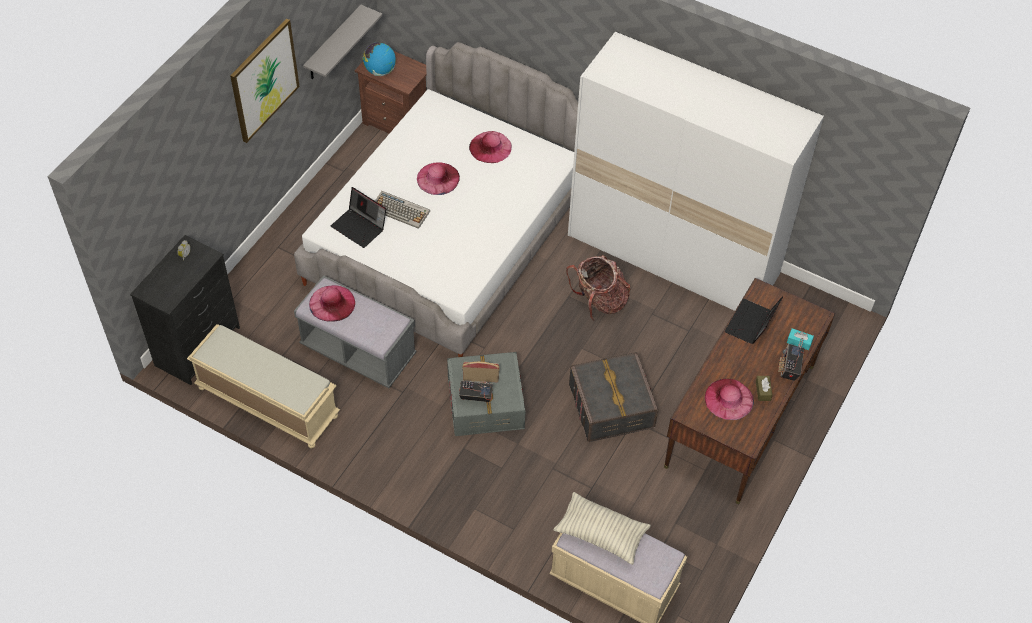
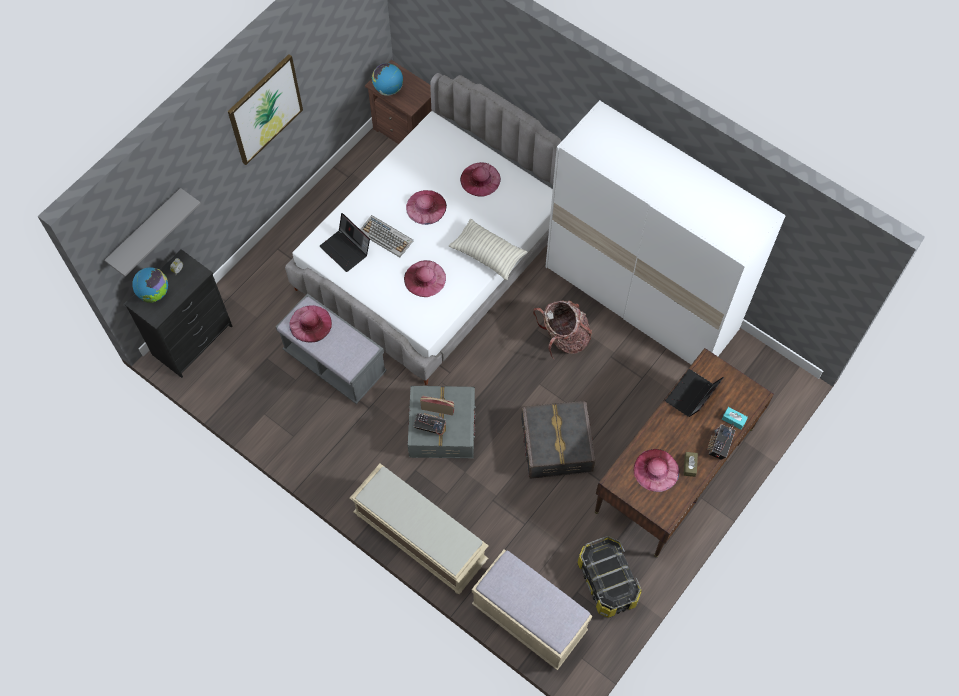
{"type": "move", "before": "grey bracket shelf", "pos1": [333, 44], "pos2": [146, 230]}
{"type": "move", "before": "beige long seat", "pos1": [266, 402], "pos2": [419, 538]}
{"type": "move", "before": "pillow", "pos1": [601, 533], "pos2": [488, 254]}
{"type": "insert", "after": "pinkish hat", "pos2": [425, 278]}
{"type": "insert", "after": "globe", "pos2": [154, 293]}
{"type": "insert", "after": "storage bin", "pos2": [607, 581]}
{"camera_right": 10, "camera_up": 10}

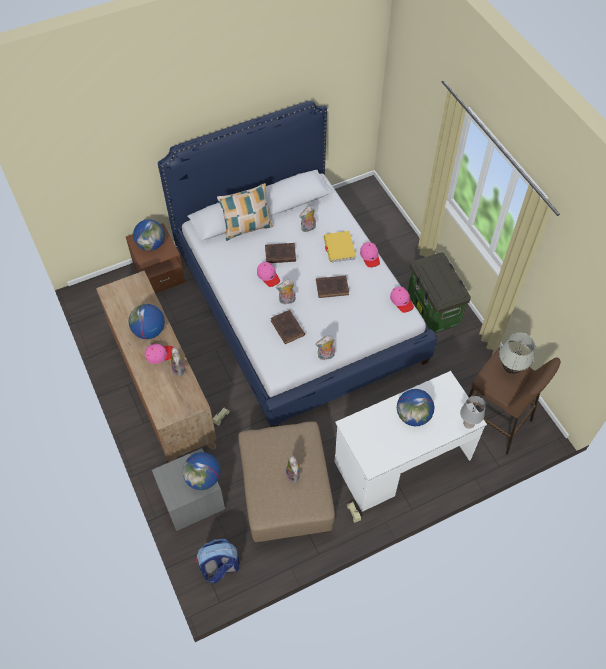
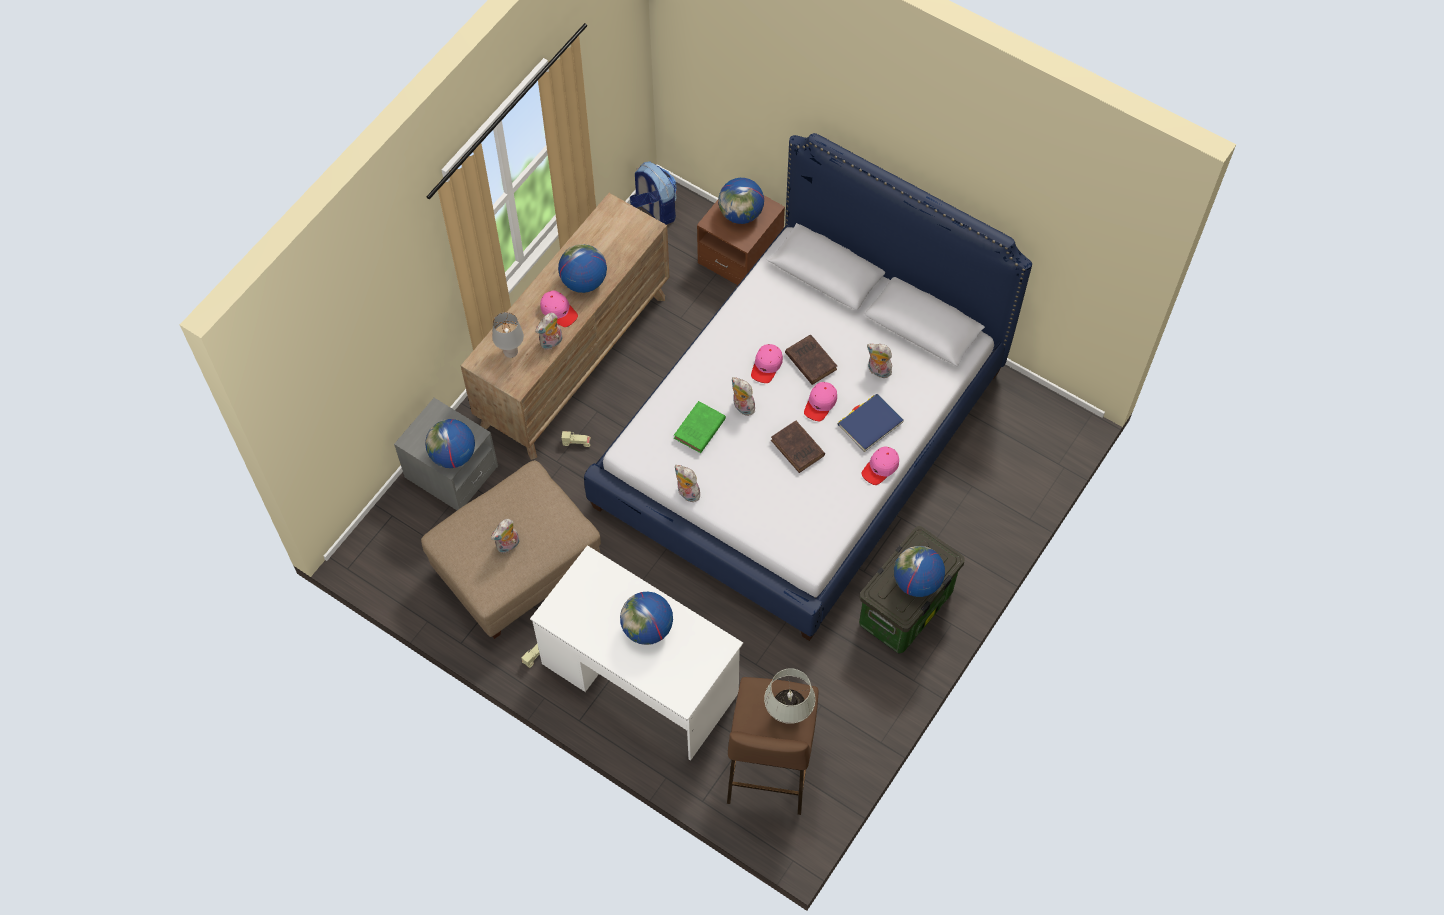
{"type": "delete", "before": "pillow", "pos1": [247, 228]}
{"type": "recolor", "before": "yellowish bound book", "after": "blue bound book", "pos1": [339, 248], "pos2": [870, 424]}
{"type": "move", "before": "pinkish cap", "pos1": [401, 301], "pos2": [820, 403]}
{"type": "recolor", "before": "brown-coloured bound book", "after": "green bound book", "pos1": [288, 329], "pos2": [699, 430]}
{"type": "move", "before": "grey tabletop lamp", "pos1": [468, 424], "pos2": [510, 352]}
{"type": "move", "before": "rucksack", "pos1": [219, 568], "pos2": [655, 209]}
{"type": "insert", "after": "globe", "pos2": [916, 582]}
{"camera_right": 60, "camera_up": 5}

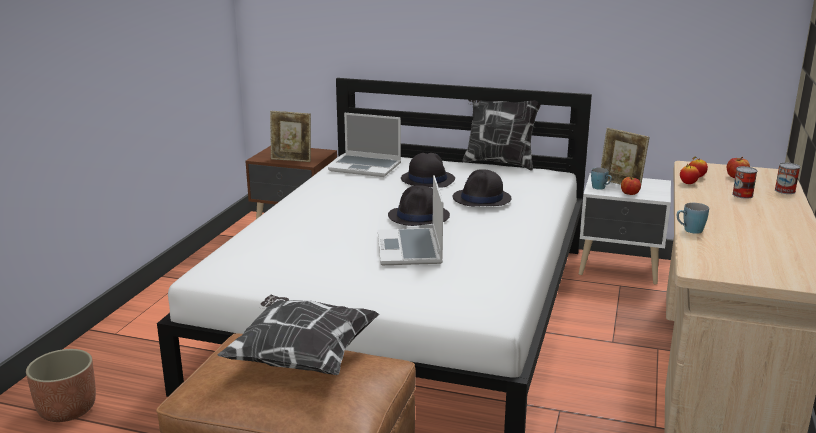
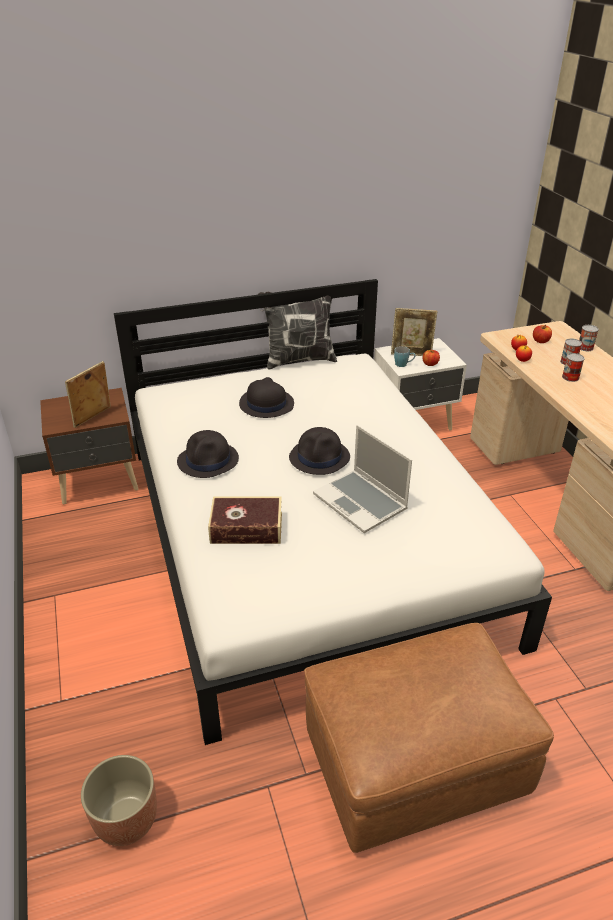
{"type": "rotate", "before": "standing frame", "pos1": [291, 160], "pos2": [93, 418], "turn": 150}
{"type": "delete", "before": "portable computer", "pos1": [366, 167]}
{"type": "move", "before": "blackish hat", "pos1": [482, 199], "pos2": [208, 460]}
{"type": "delete", "before": "blue coffee mug", "pos1": [689, 230]}
{"type": "delete", "before": "pillow", "pos1": [301, 358]}
{"type": "insert", "after": "sealed can", "pos2": [570, 377]}
{"type": "insert", "after": "bound book", "pos2": [246, 528]}
{"camera_right": -35, "camera_up": 15}

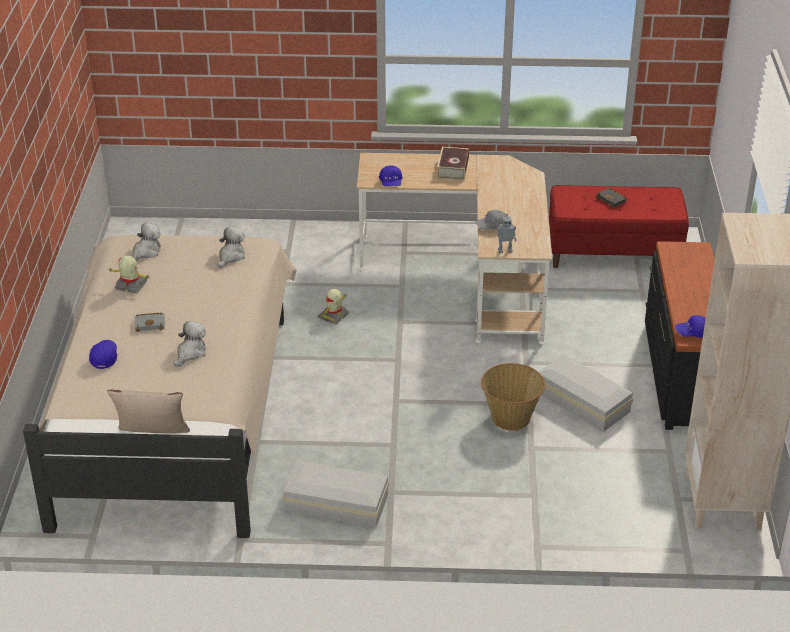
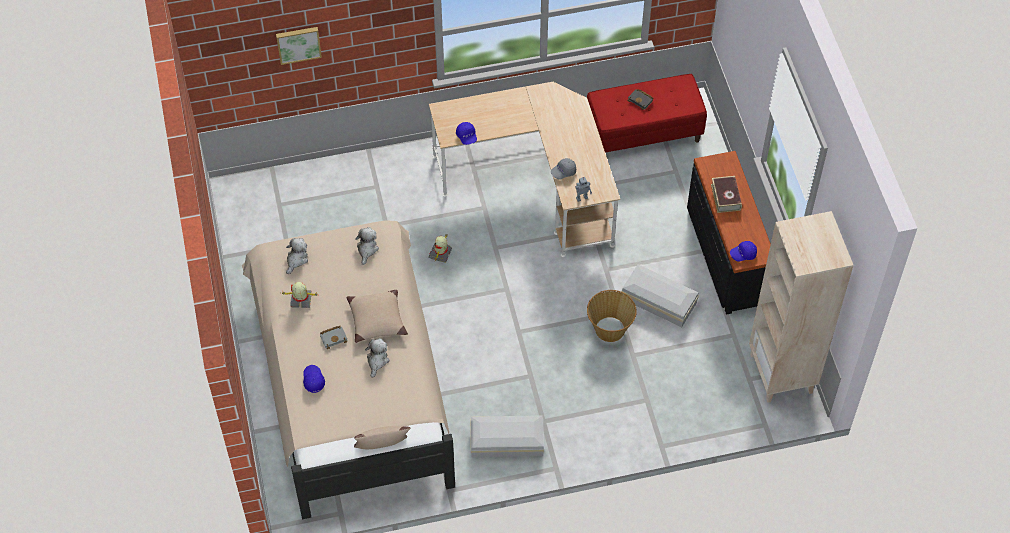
{"type": "move", "before": "bound book", "pos1": [453, 168], "pos2": [725, 197]}
{"type": "insert", "after": "wall picture", "pos2": [298, 44]}
{"type": "insert", "after": "beige pillow", "pos2": [377, 320]}
{"camera_right": -15, "camera_up": 20}

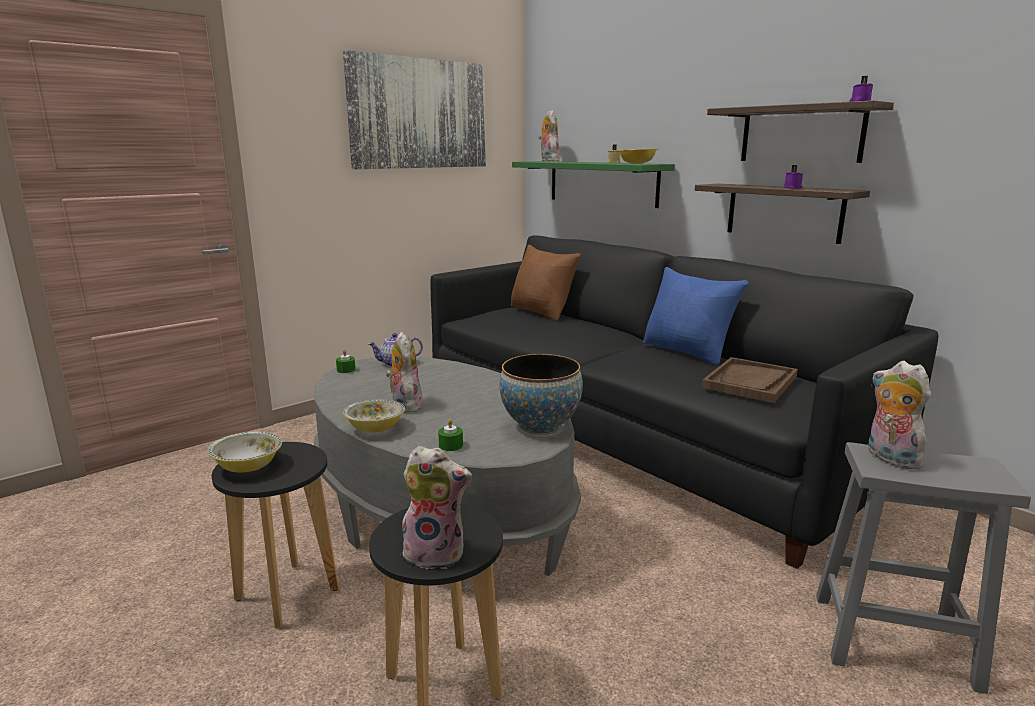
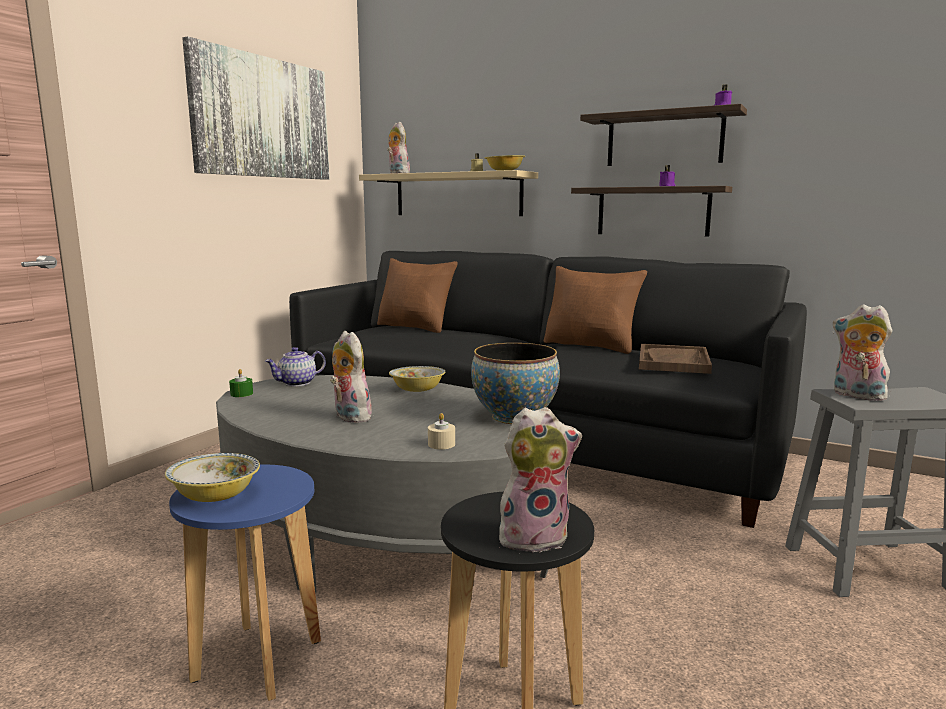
{"type": "recolor", "before": "green bracket shelf", "after": "beige bracket shelf", "pos1": [602, 183], "pos2": [457, 195]}
{"type": "recolor", "before": "blue pillow", "after": "brown-coloured pillow", "pos1": [687, 352], "pos2": [591, 346]}
{"type": "move", "before": "bowl", "pos1": [375, 428], "pos2": [417, 390]}
{"type": "recolor", "before": "green wax light", "after": "beige wax light", "pos1": [450, 445], "pos2": [441, 444]}
{"type": "recolor", "before": "blackish sitting stool", "after": "blue sitting stool", "pos1": [288, 594], "pos2": [258, 660]}
{"camera_right": -20, "camera_up": -5}

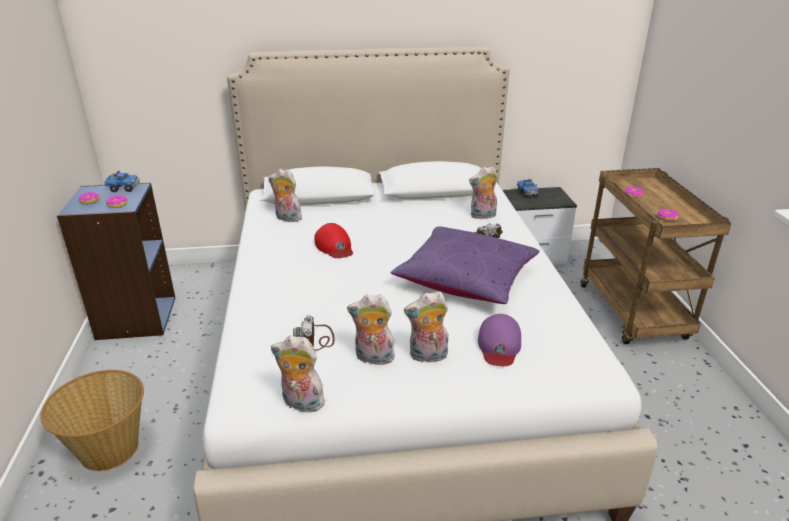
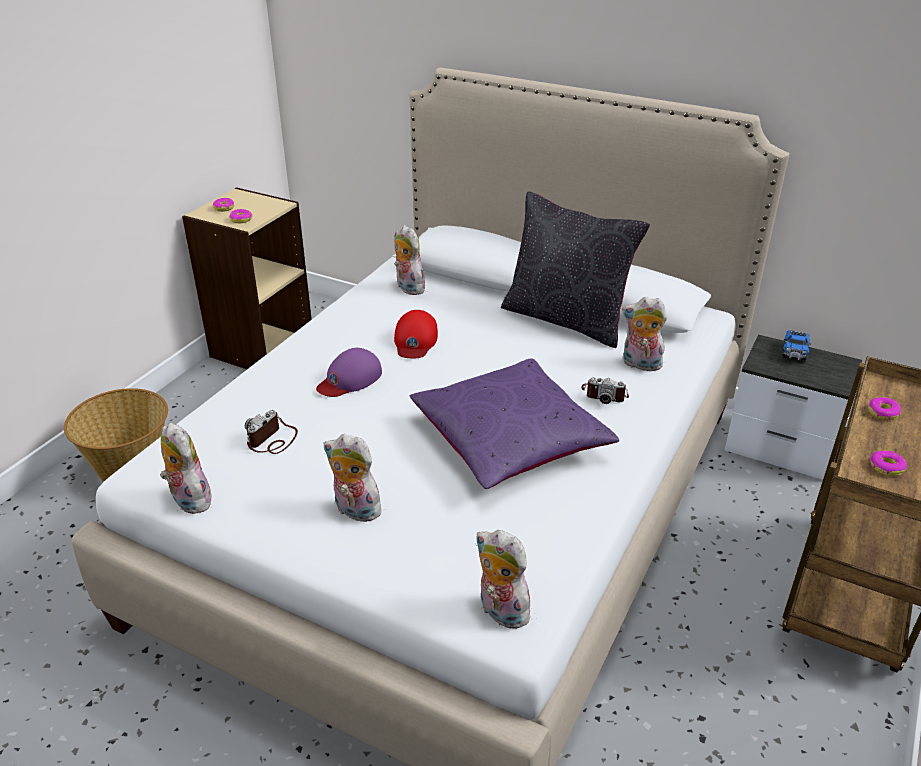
{"type": "delete", "before": "toy truck", "pos1": [123, 188]}
{"type": "recolor", "before": "blue bookcase", "after": "beige bookcase", "pos1": [136, 318], "pos2": [261, 348]}
{"type": "move", "before": "soft toy", "pos1": [373, 358], "pos2": [500, 611]}
{"type": "move", "before": "purple-coloured cap", "pos1": [499, 345], "pos2": [349, 379]}
{"type": "insert", "after": "blackish pillow", "pos2": [566, 319]}
{"camera_right": 35, "camera_up": 5}

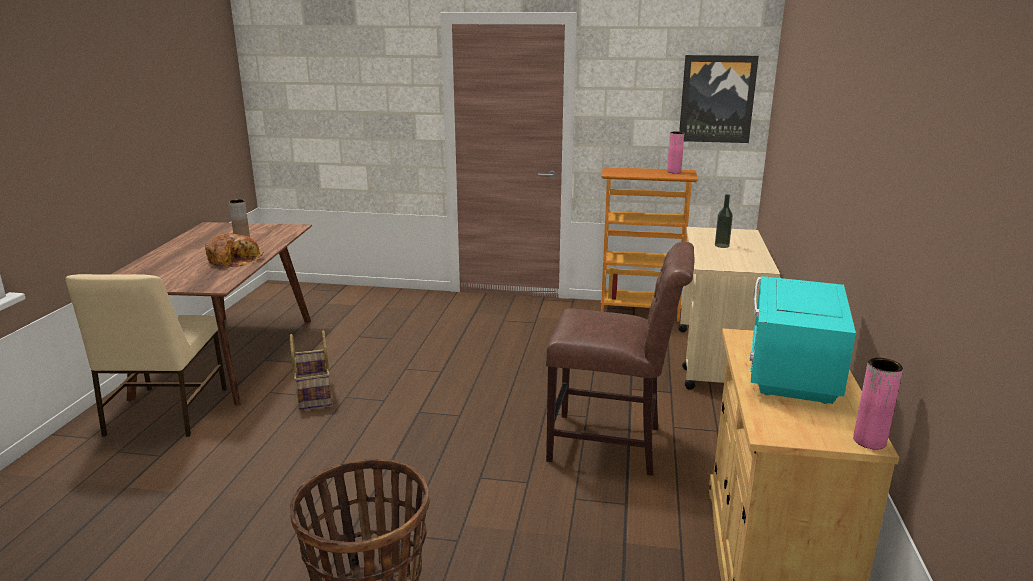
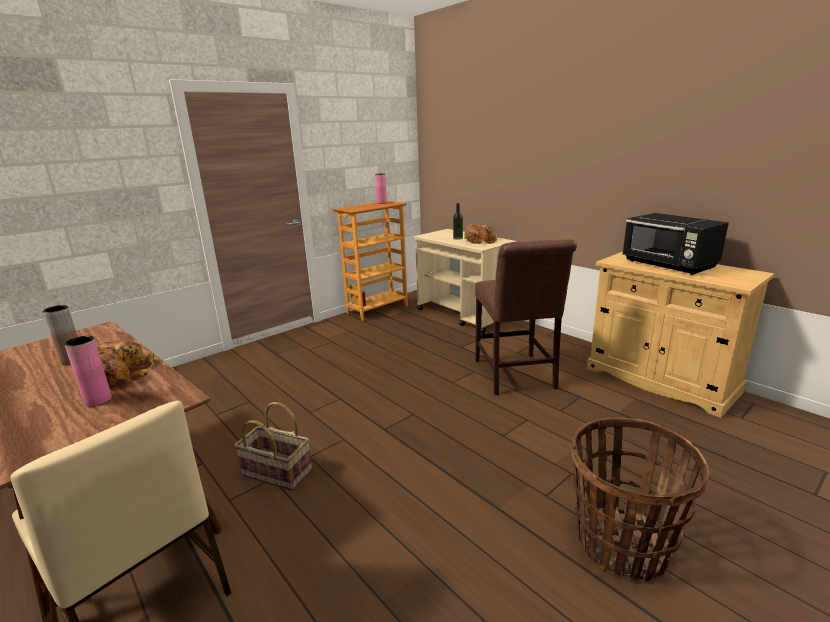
{"type": "delete", "before": "wall picture", "pos1": [717, 99]}
{"type": "rotate", "before": "brown-coloured upright chair", "pos1": [612, 445], "pos2": [515, 376], "turn": 120}
{"type": "recolor", "before": "turquoise-coloured microwave", "after": "blackish microwave", "pos1": [791, 373], "pos2": [669, 265]}
{"type": "move", "before": "pinkish decorative vase", "pos1": [869, 441], "pos2": [98, 400]}
{"type": "insert", "after": "bread", "pos2": [480, 241]}
{"camera_right": -50, "camera_up": 0}

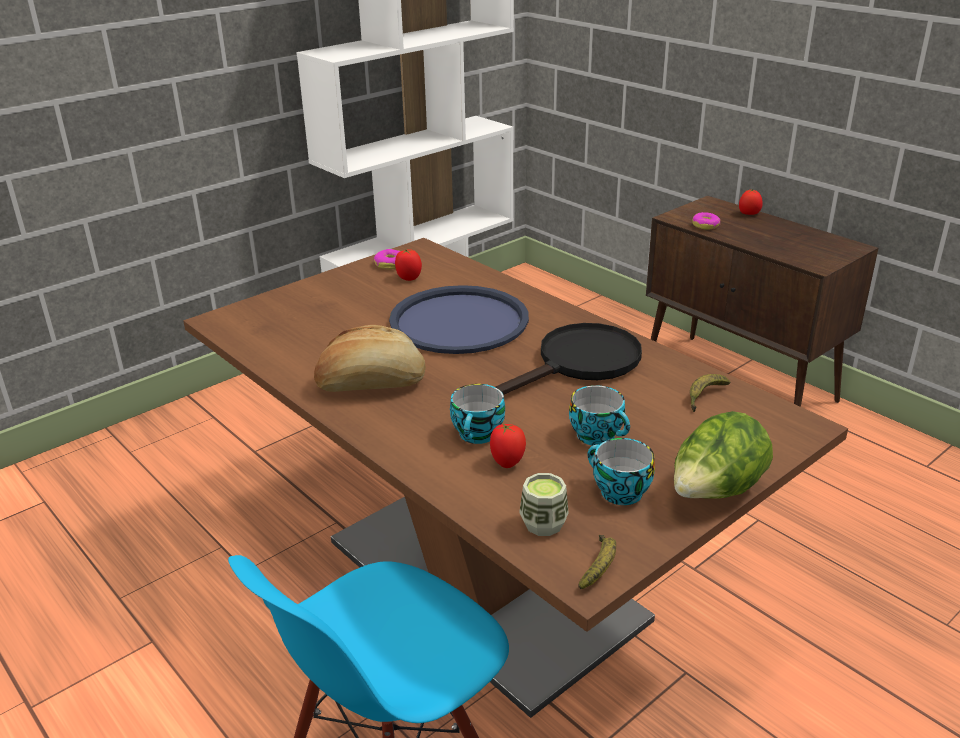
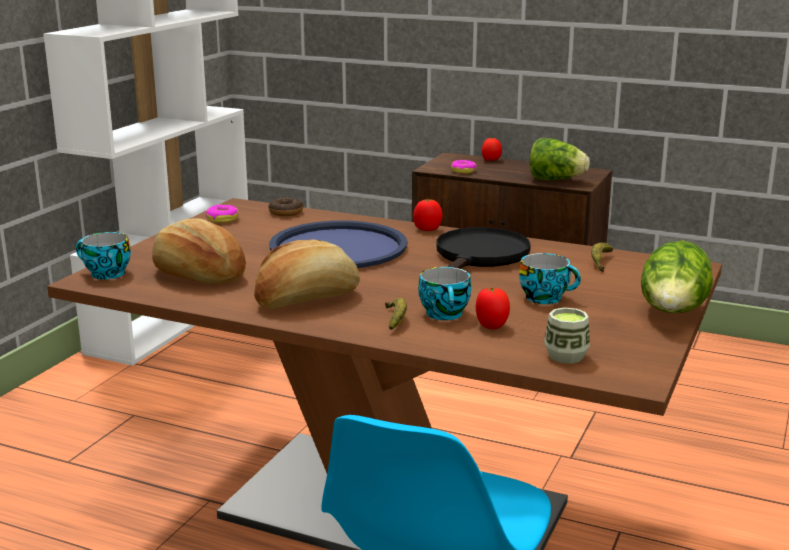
{"type": "move", "before": "fresh tomato", "pos1": [408, 278], "pos2": [427, 229]}
{"type": "move", "before": "cup", "pos1": [617, 492], "pos2": [105, 274]}
{"type": "move", "before": "whole banana", "pos1": [599, 567], "pos2": [396, 320]}
{"type": "insert", "after": "lettuce", "pos2": [555, 180]}
{"type": "insert", "after": "donut", "pos2": [286, 212]}
{"type": "insert", "after": "bread", "pos2": [198, 275]}
{"camera_right": -25, "camera_up": -10}

